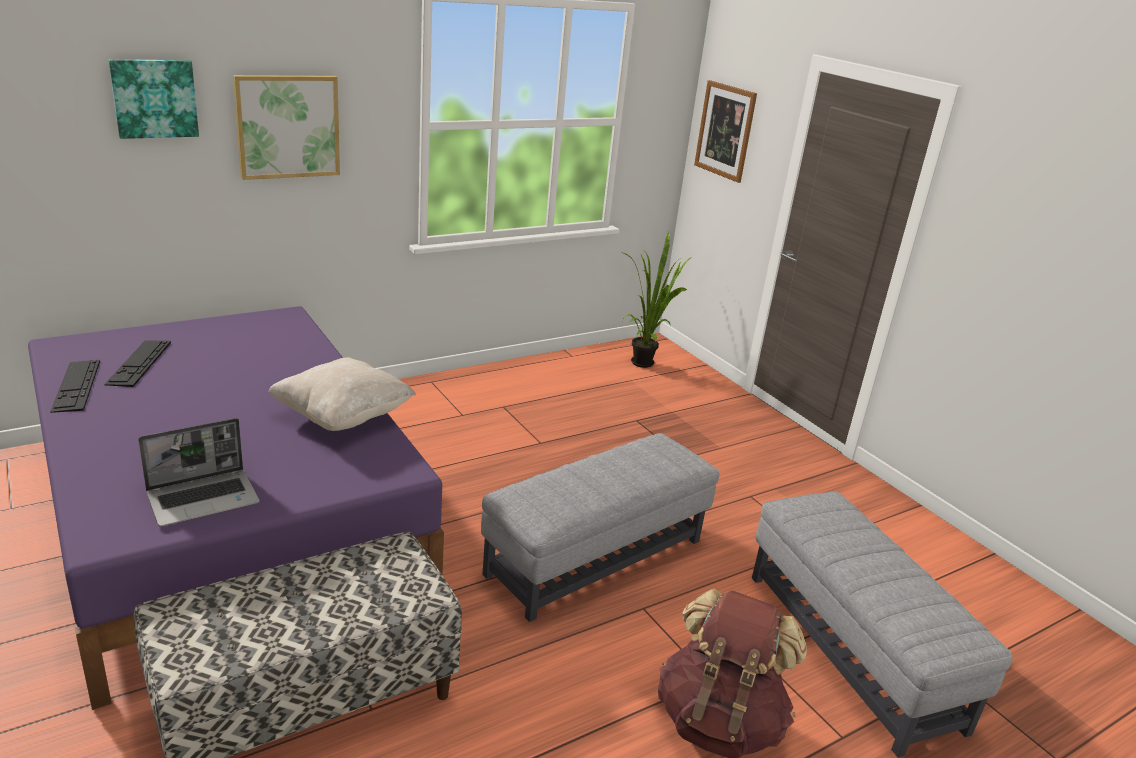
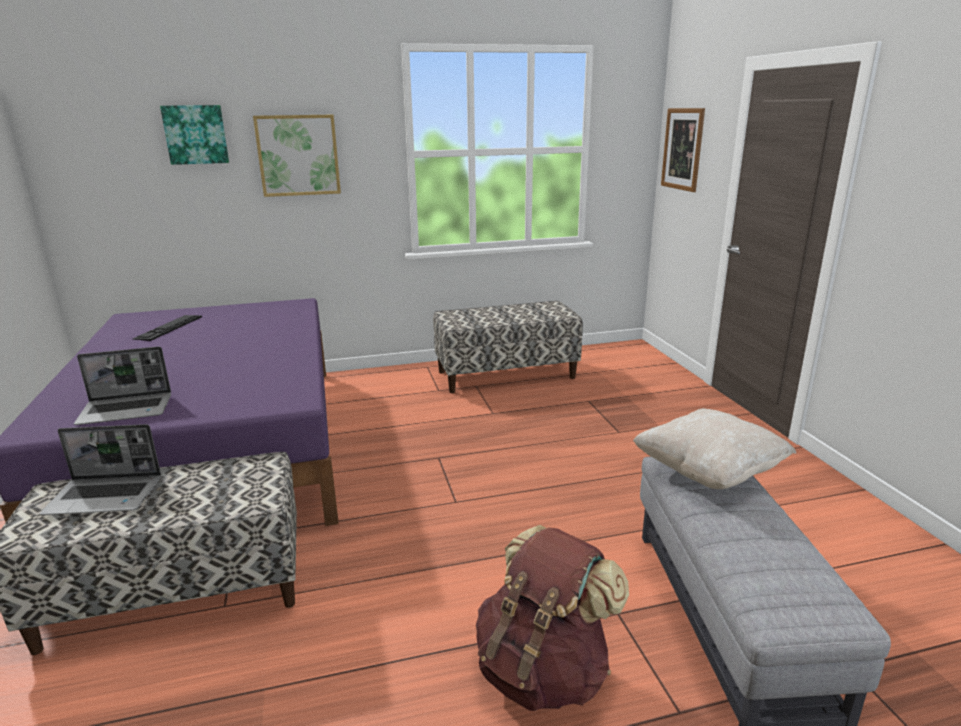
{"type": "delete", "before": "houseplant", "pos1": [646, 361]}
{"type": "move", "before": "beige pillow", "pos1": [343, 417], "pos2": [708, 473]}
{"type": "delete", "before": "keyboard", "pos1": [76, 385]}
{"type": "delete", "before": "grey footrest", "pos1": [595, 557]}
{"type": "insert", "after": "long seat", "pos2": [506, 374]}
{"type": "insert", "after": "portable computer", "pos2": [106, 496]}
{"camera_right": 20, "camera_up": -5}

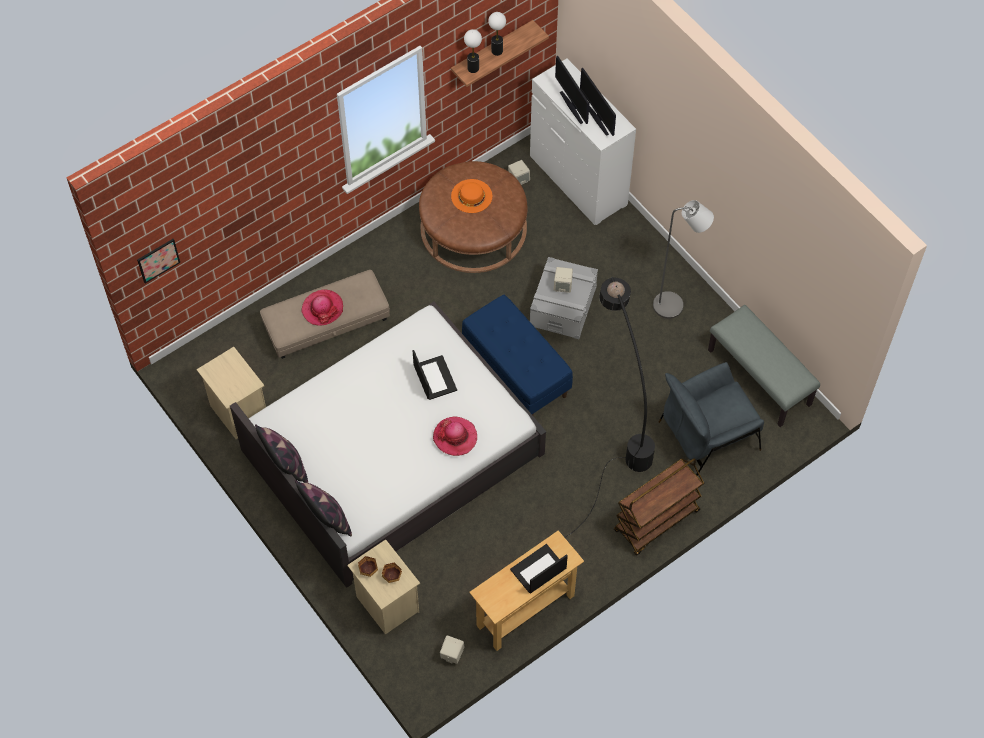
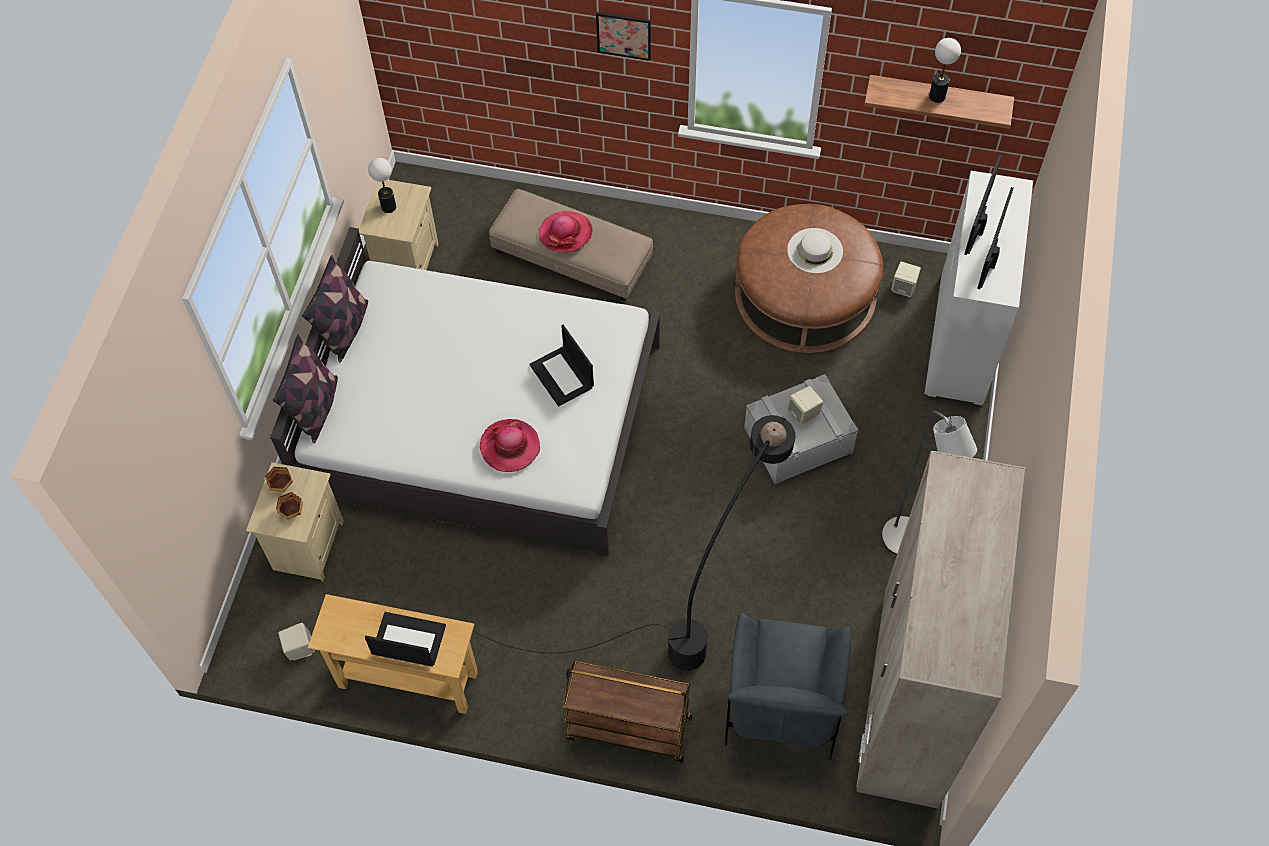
{"type": "move", "before": "tabletop lamp", "pos1": [473, 68], "pos2": [388, 207]}
{"type": "recolor", "before": "orange hat", "after": "white-coloured hat", "pos1": [471, 196], "pos2": [815, 250]}
{"type": "move", "before": "wall picture", "pos1": [158, 260], "pos2": [624, 35]}
{"type": "delete", "before": "blue long seat", "pos1": [515, 371]}
{"type": "replace", "before": "grey long seat", "after": "beige wardrobe", "pos1": [760, 377], "pos2": [909, 698]}
{"type": "rotate", "before": "portable computer", "pos1": [434, 377], "pos2": [562, 376], "turn": 120}
{"type": "rotate", "before": "grey armchair", "pos1": [708, 436], "pos2": [782, 701], "turn": -105}
{"camera_right": 50, "camera_up": 0}

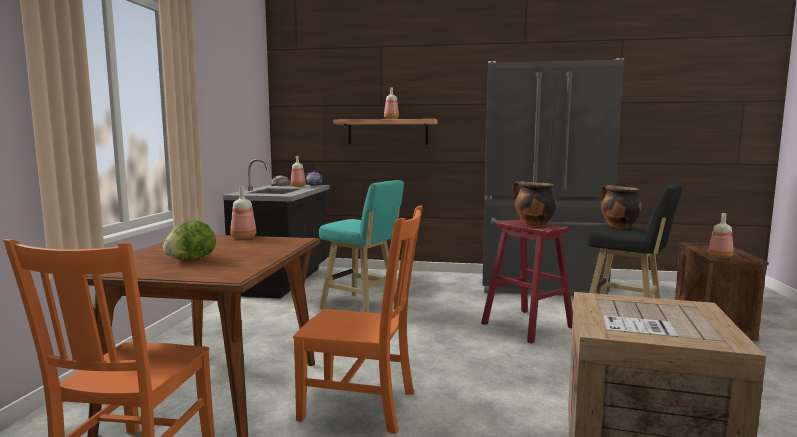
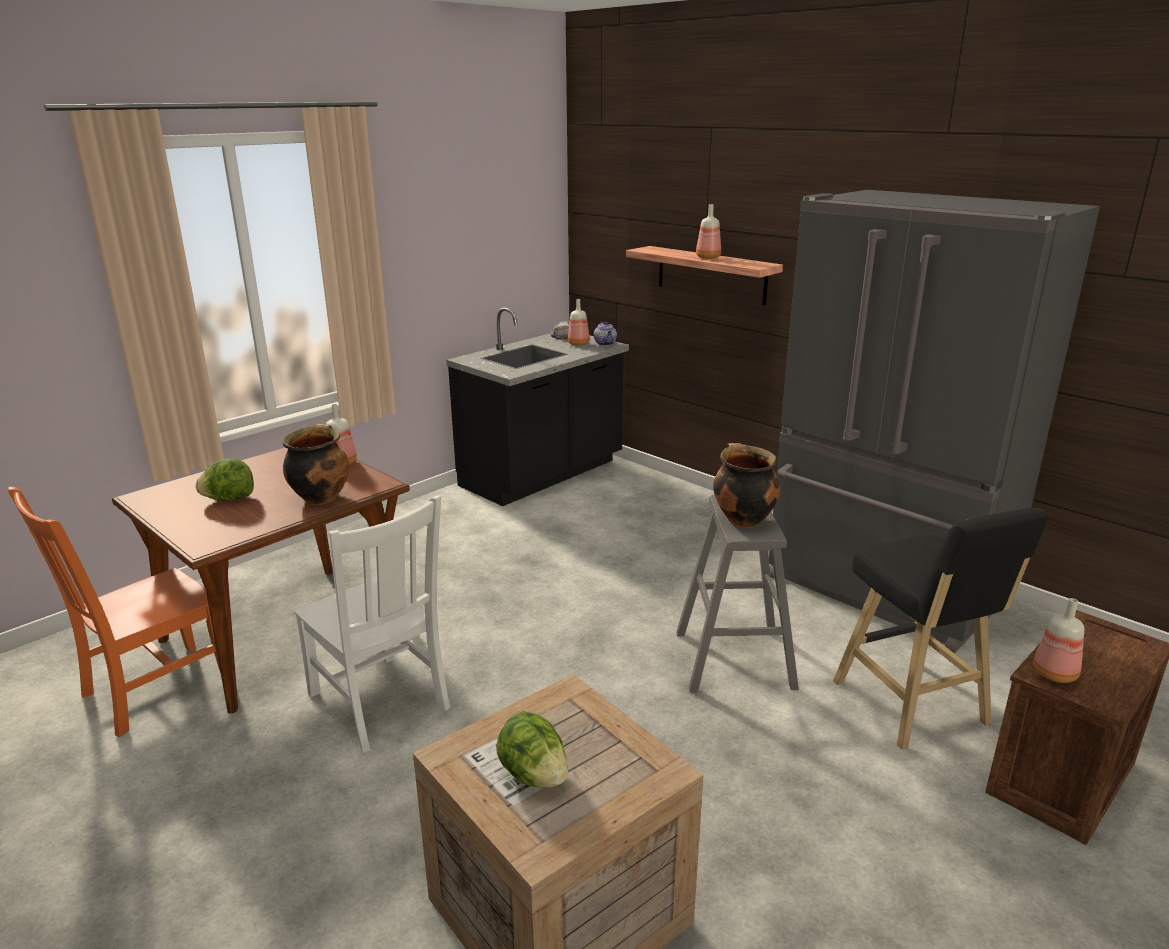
{"type": "delete", "before": "turquoise-coloured sitting stool", "pos1": [363, 307]}
{"type": "move", "before": "saucepot", "pos1": [618, 227], "pos2": [320, 497]}
{"type": "recolor", "before": "orange upright chair", "after": "white-coloured upright chair", "pos1": [362, 406], "pos2": [380, 703]}
{"type": "recolor", "before": "red sitting stool", "after": "grey sitting stool", "pos1": [527, 325], "pos2": [734, 660]}
{"type": "insert", "after": "lettuce", "pos2": [534, 775]}
{"camera_right": 35, "camera_up": 15}

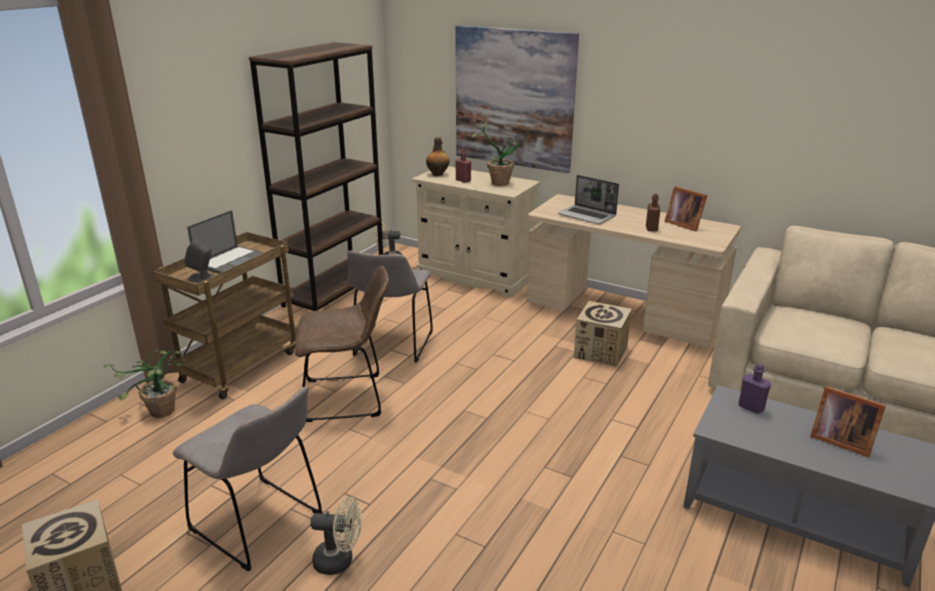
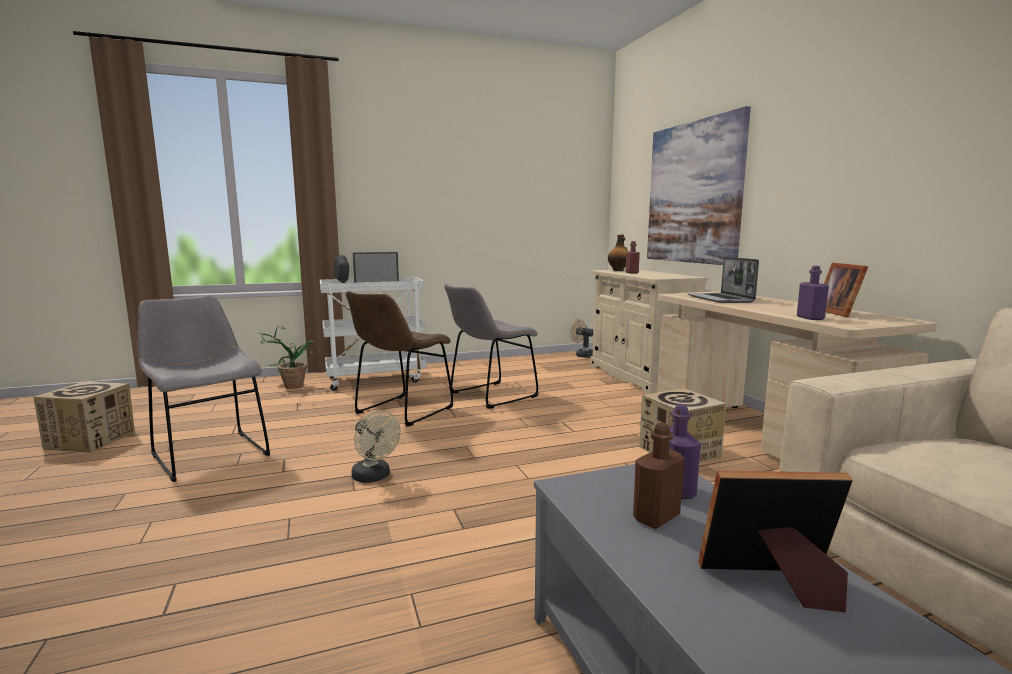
{"type": "delete", "before": "brown-coloured bookcase", "pos1": [335, 290]}
{"type": "delete", "before": "houseplant", "pos1": [496, 182]}
{"type": "move", "before": "brown-coloured drink bottle", "pos1": [651, 228], "pos2": [656, 517]}
{"type": "recolor", "before": "brown-coloured wheeled cart", "after": "white-coloured wheeled cart", "pos1": [240, 365], "pos2": [376, 379]}
{"type": "rotate", "before": "brown-coloured upright chair", "pos1": [348, 397], "pos2": [401, 412], "turn": 90}
{"type": "rotate", "before": "grey upright chair", "pos1": [261, 525], "pos2": [208, 453], "turn": 150}
{"type": "rotate", "before": "standing frame", "pos1": [839, 440], "pos2": [775, 584], "turn": 105}
{"type": "move", "before": "beige electric fan", "pos1": [340, 561], "pos2": [374, 477]}
{"type": "insert", "after": "purple-coloured drink bottle", "pos2": [810, 318]}
{"camera_right": 40, "camera_up": -15}

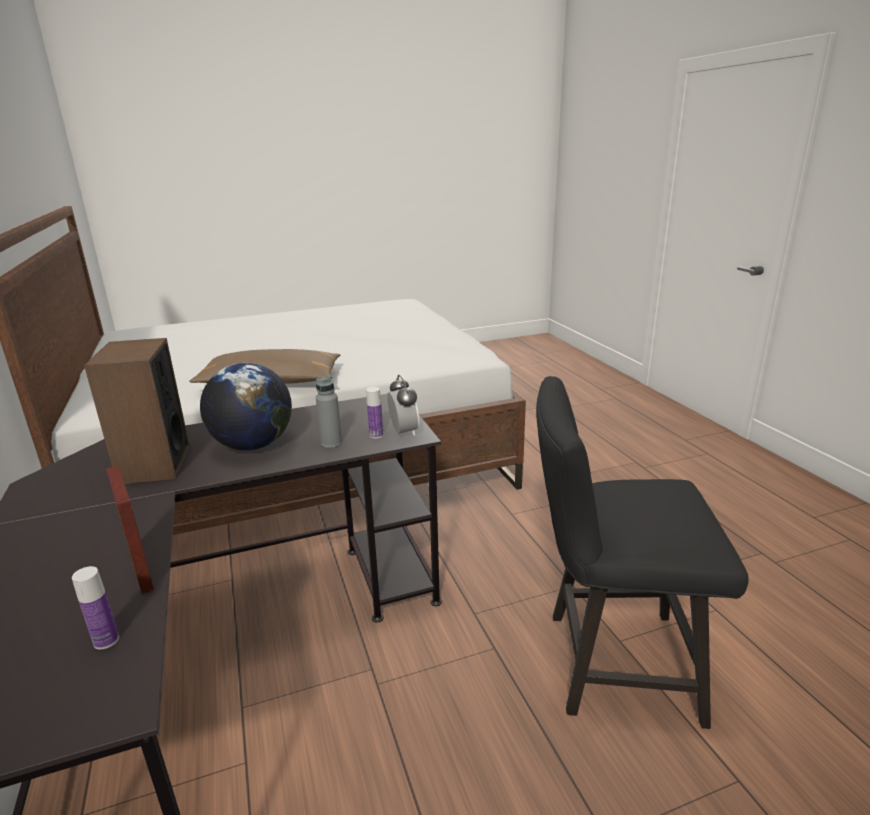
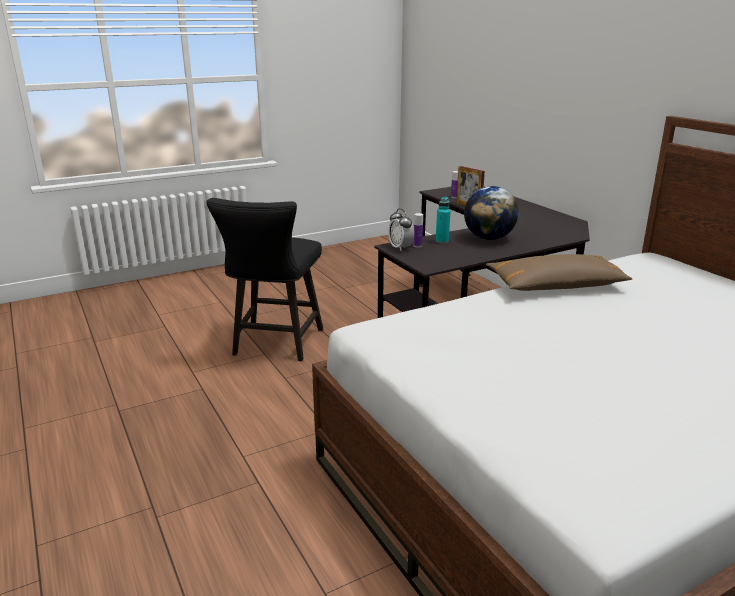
{"type": "delete", "before": "audio speaker", "pos1": [154, 464]}
{"type": "recolor", "before": "grey drink bottle", "after": "turquoise-coloured drink bottle", "pos1": [331, 443], "pos2": [442, 241]}
{"type": "rotate", "before": "blackish upright chair", "pos1": [608, 663], "pos2": [275, 345], "turn": 105}
{"camera_right": 170, "camera_up": 0}

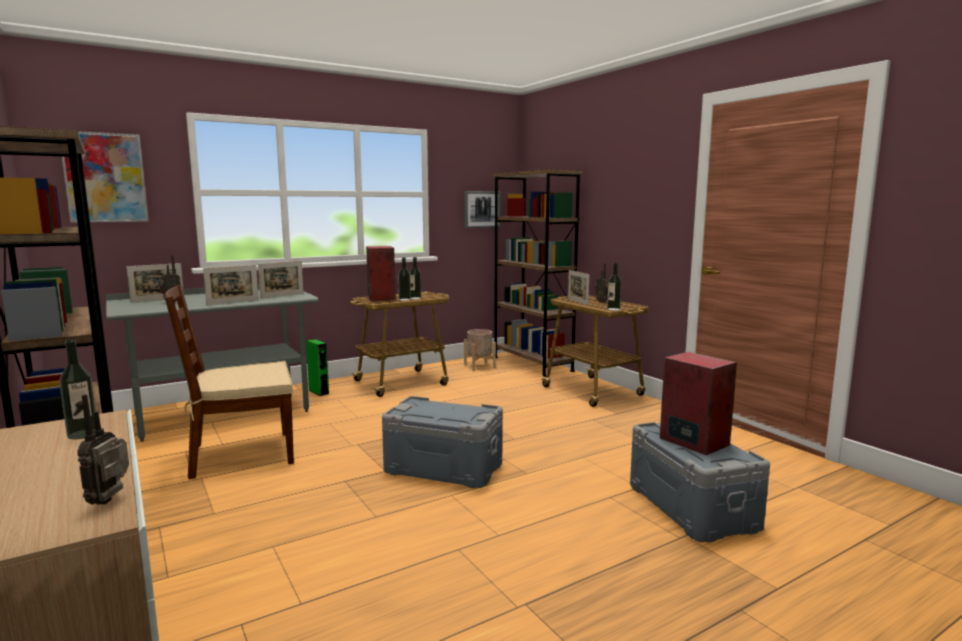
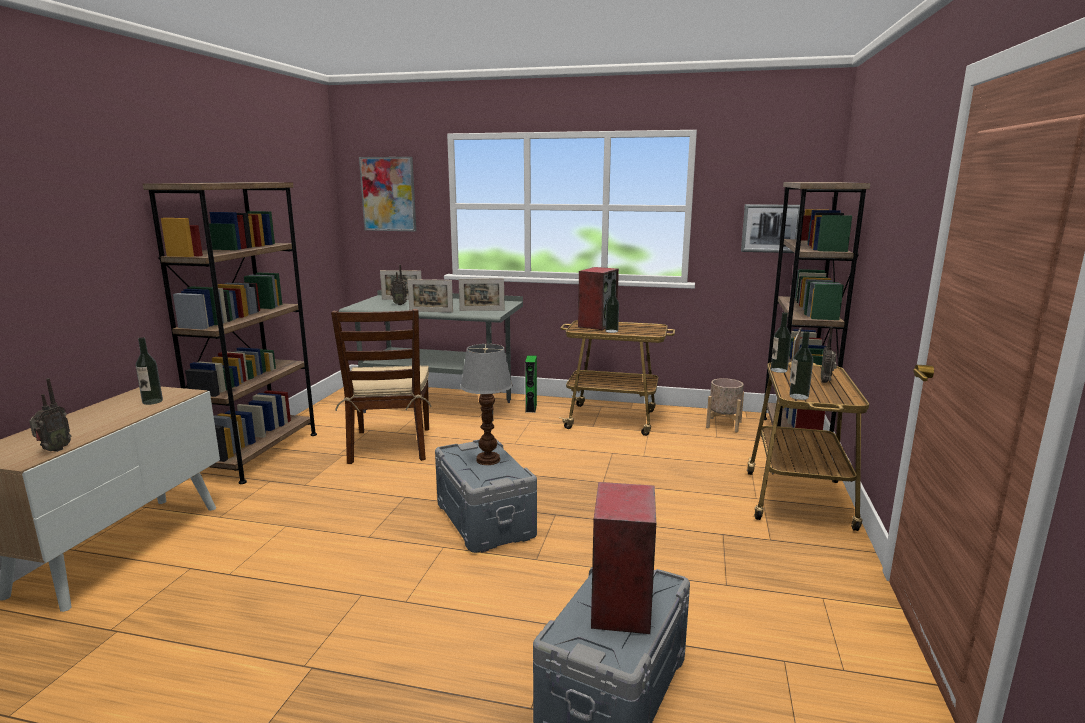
{"type": "move", "before": "drink bottle", "pos1": [415, 298], "pos2": [778, 370]}
{"type": "rotate", "before": "brown-coloured upright chair", "pos1": [240, 454], "pos2": [390, 445], "turn": -120}
{"type": "rotate", "before": "radio", "pos1": [111, 501], "pos2": [54, 450], "turn": 150}
{"type": "insert", "after": "tabletop lamp", "pos2": [488, 460]}
{"camera_right": 45, "camera_up": 5}

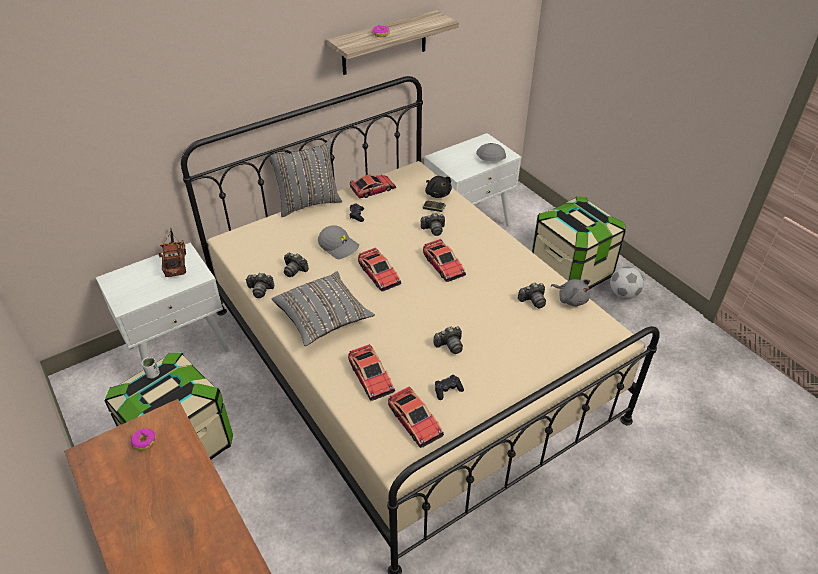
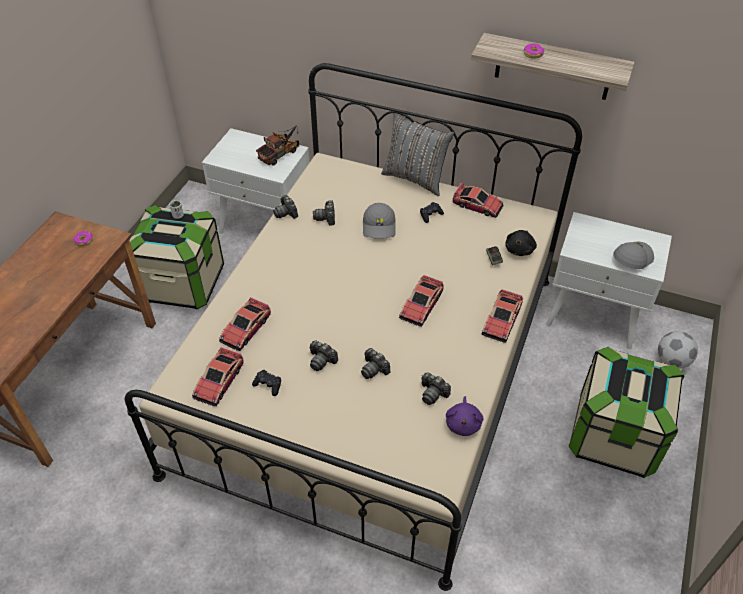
{"type": "move", "before": "still camera", "pos1": [433, 229], "pos2": [374, 369]}
{"type": "move", "before": "model car", "pos1": [379, 274], "pos2": [501, 321]}
{"type": "move", "before": "football", "pos1": [623, 294], "pos2": [672, 361]}
{"type": "delete", "before": "grey pillow", "pos1": [323, 318]}
{"type": "recolor", "before": "grey soft toy", "after": "purple-coloured soft toy", "pos1": [571, 299], "pos2": [463, 423]}
{"camera_right": 55, "camera_up": 5}

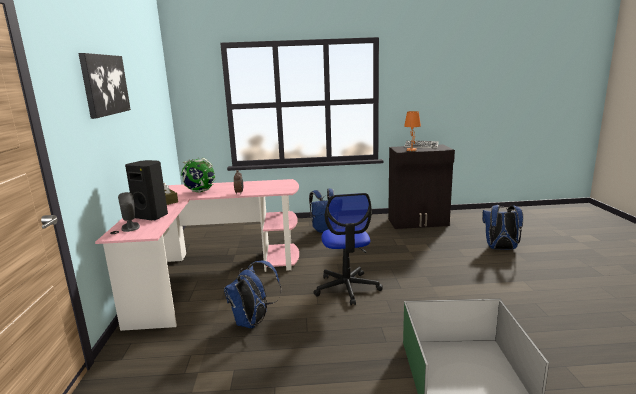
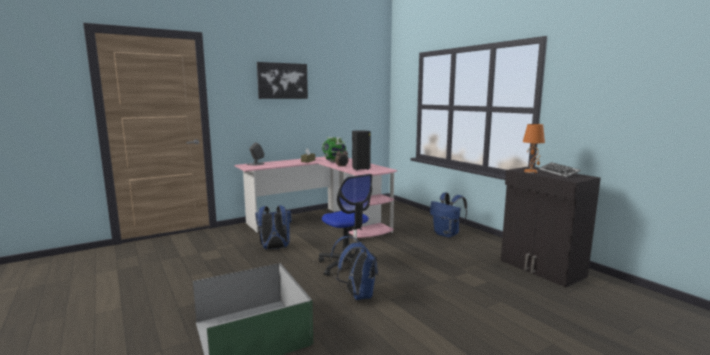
{"type": "move", "before": "blackish audio speaker", "pos1": [152, 216], "pos2": [361, 168]}
{"type": "rotate", "before": "desk chair", "pos1": [347, 288], "pos2": [347, 265], "turn": -90}
{"type": "move", "before": "blue rucksack", "pos1": [500, 248], "pos2": [357, 295]}
{"camera_right": 60, "camera_up": -5}

